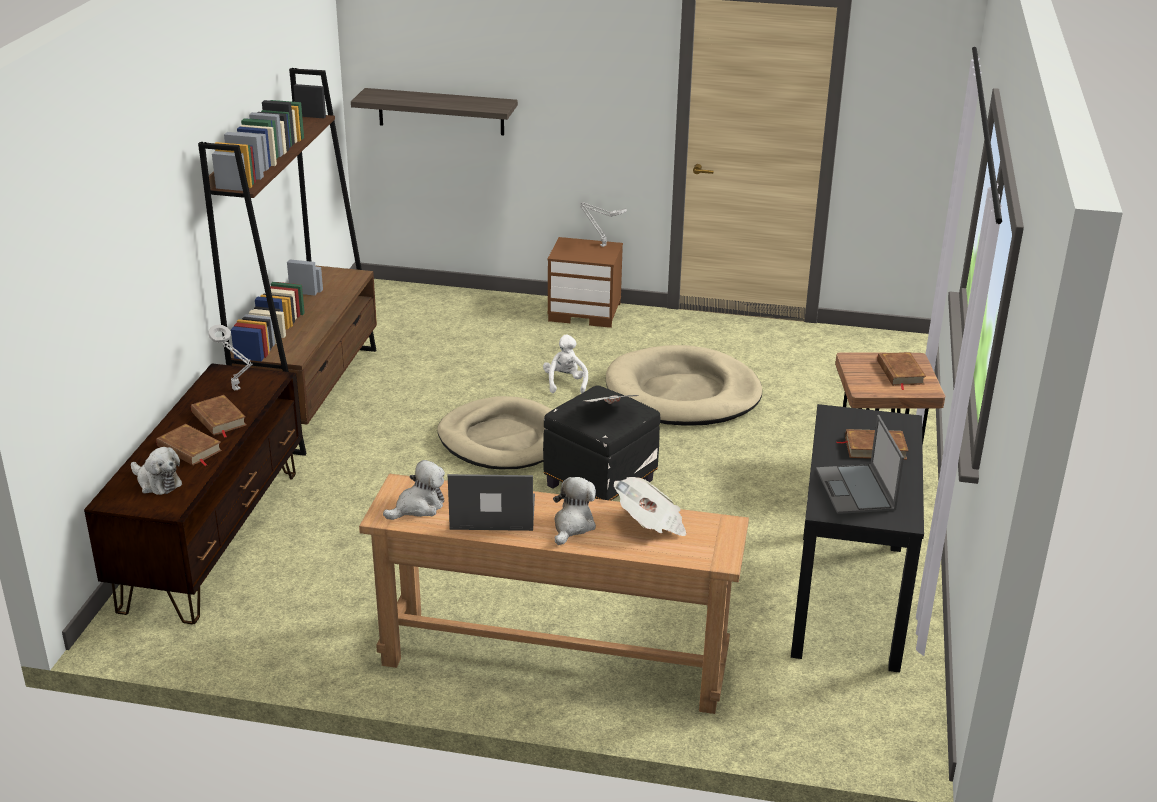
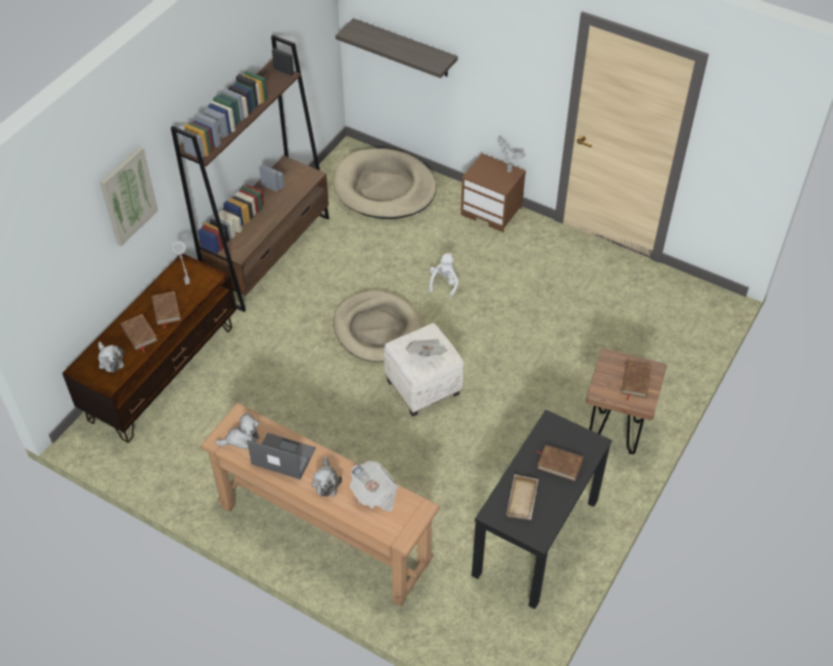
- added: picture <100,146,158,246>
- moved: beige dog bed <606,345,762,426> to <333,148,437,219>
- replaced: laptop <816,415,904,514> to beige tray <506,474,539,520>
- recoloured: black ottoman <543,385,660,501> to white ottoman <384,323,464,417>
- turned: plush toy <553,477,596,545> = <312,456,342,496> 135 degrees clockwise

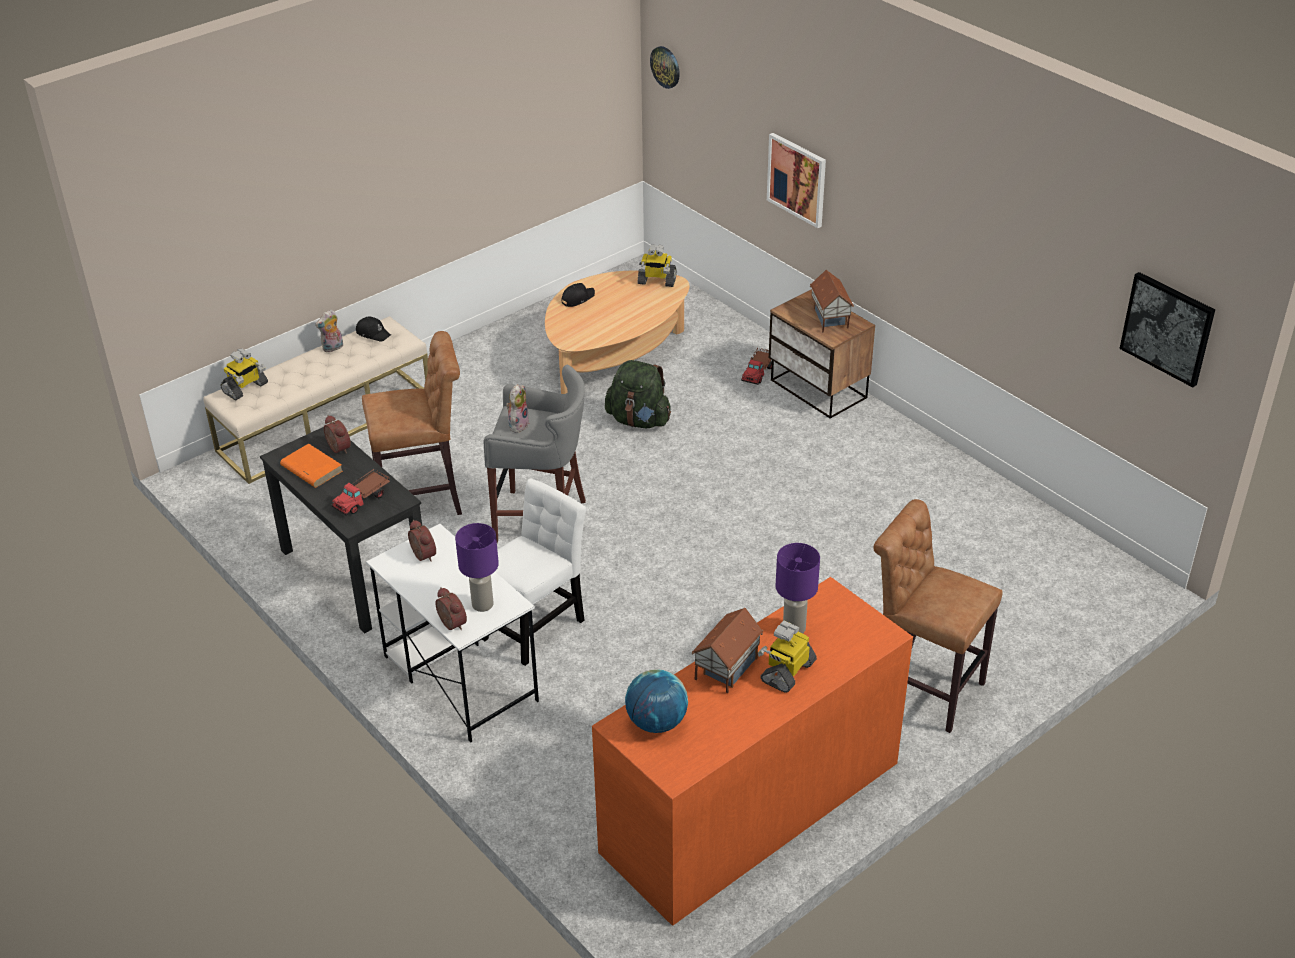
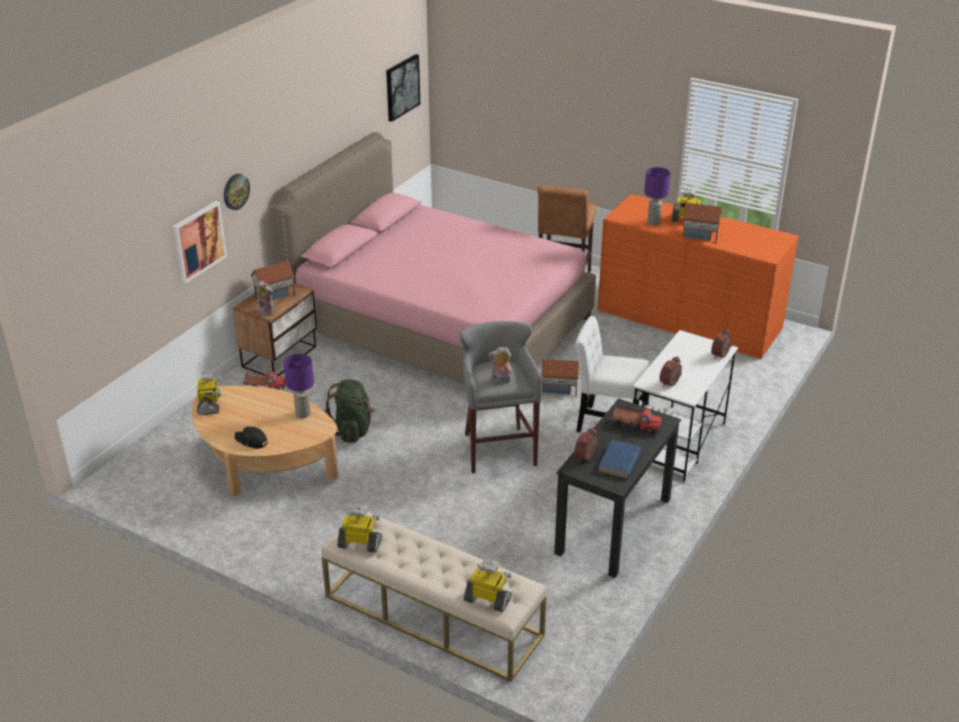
- removed: brown stool <362,331,462,515>
- removed: globe <625,669,688,733>
- added: pink bed <272,132,596,383>
- added: toy house <541,359,579,396>
- moved: plush toy <315,309,343,353> to <257,281,274,316>
- moved: purple table lamp <455,523,499,612> to <284,354,314,418>
- moved: wall clock <650,46,680,89> to <224,174,250,210>
- replaced: black cap <356,316,391,342> to toy robot <337,504,382,553>
- recoloured: orange book <280,443,343,488> to blue book <598,440,642,479>

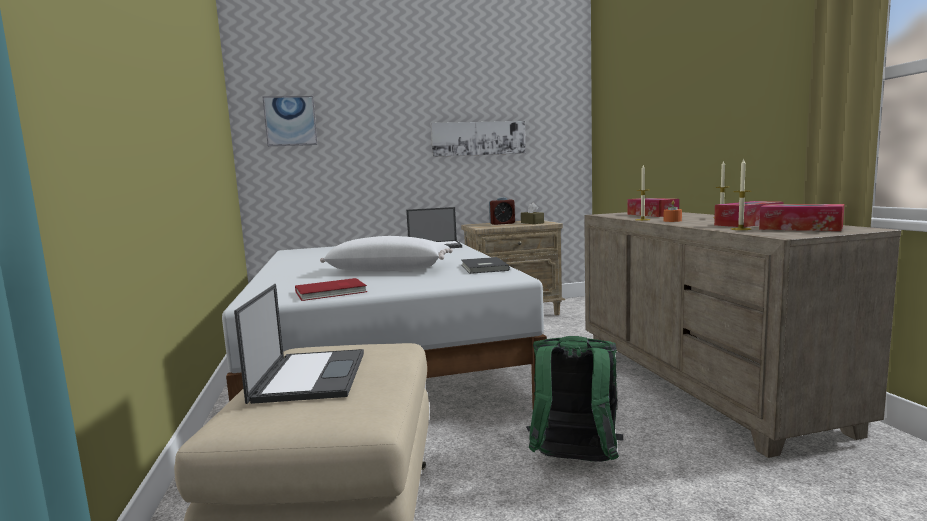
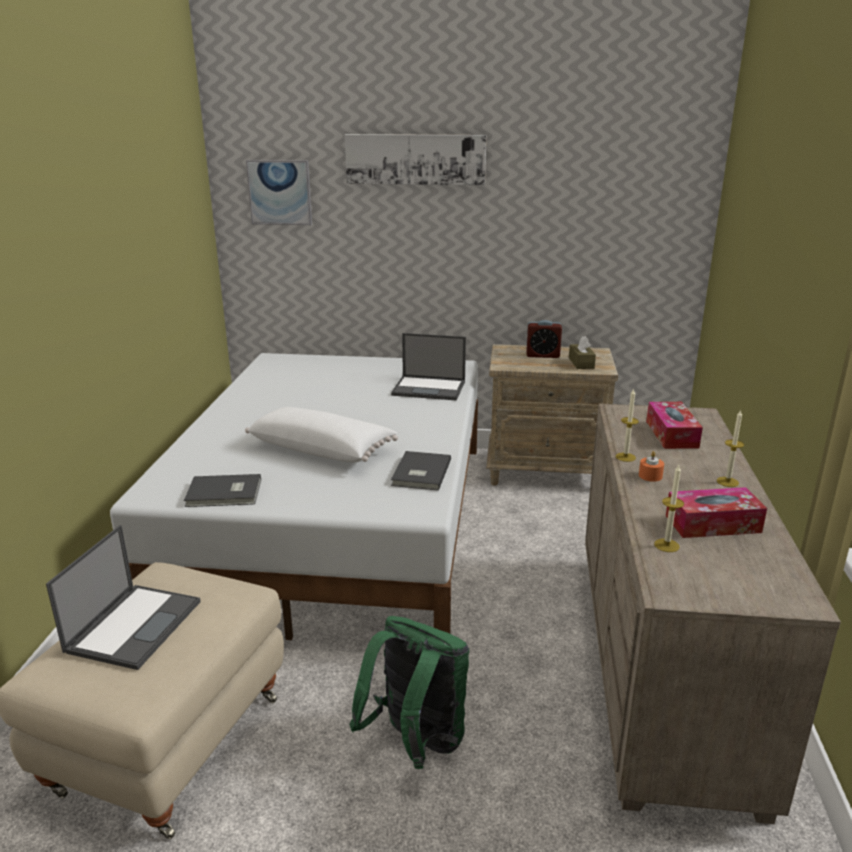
- removed: tissue box <759,204,844,231>
- moved: picture <431,121,526,157> to <345,134,486,185>
- recoloured: red book <295,278,367,301> to grey book <184,474,261,507>

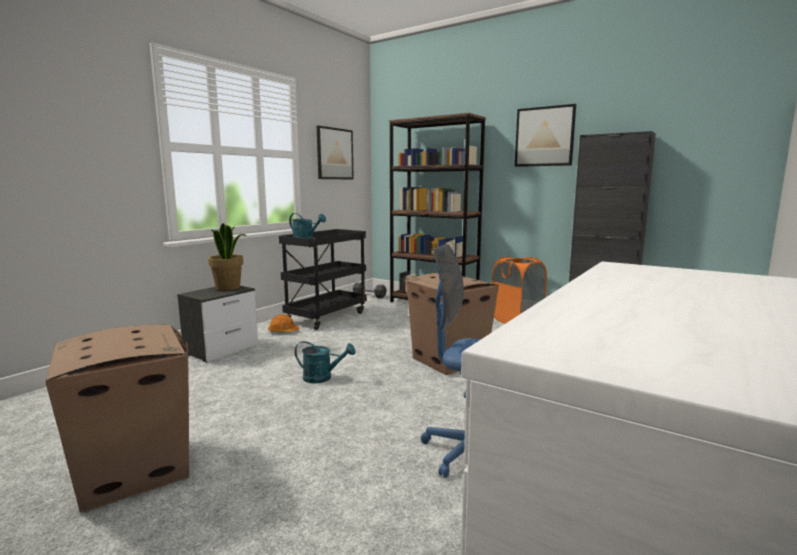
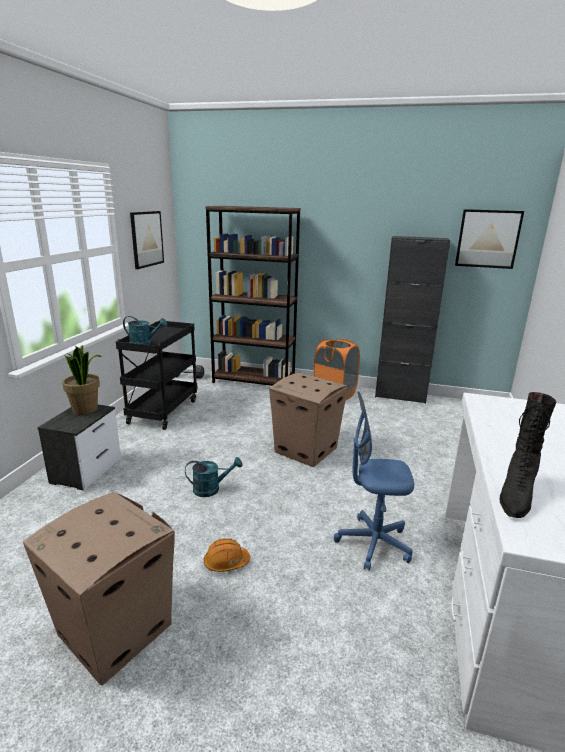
- added: black boot <500,392,557,518>
- moved: orange hard hat <268,314,299,332> to <204,538,250,572>
- moved: picture <515,104,576,167> to <455,209,524,269>

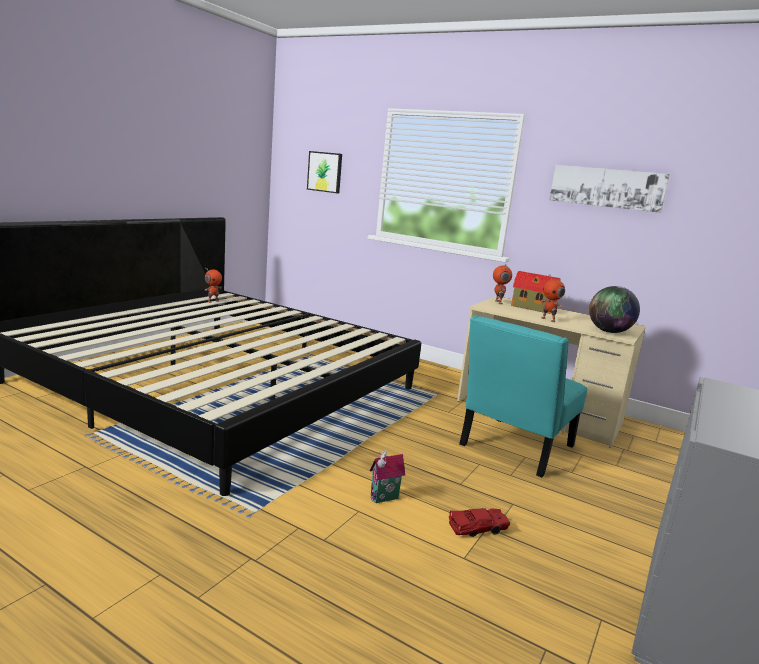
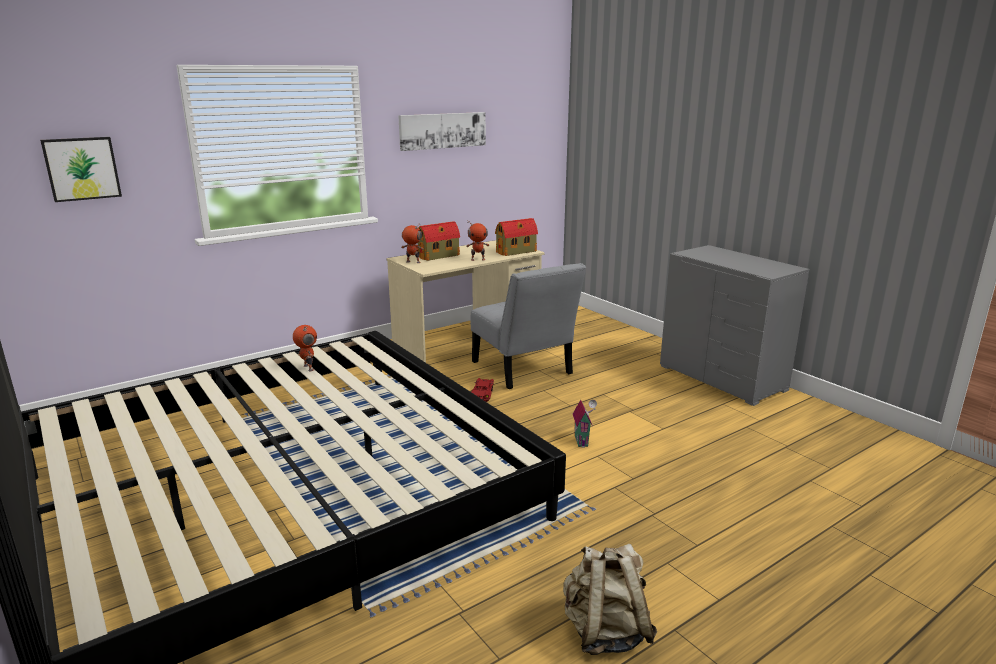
- added: beige backpack <563,544,657,655>
- moved: toy robot <205,268,222,303> to <293,325,317,371>
- moved: red toy car <449,508,510,537> to <471,378,494,402>
- replaced: globe <589,286,640,333> to toy house <495,218,538,256>
- recoloured: turquoise chair <459,315,587,477> to grey chair <471,263,586,389>

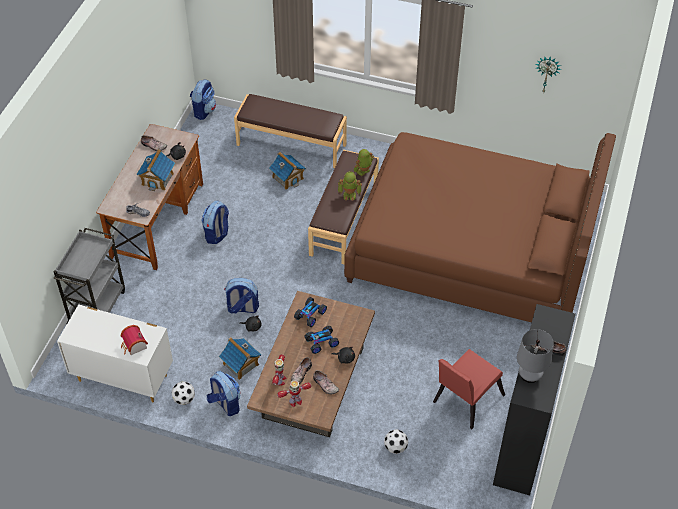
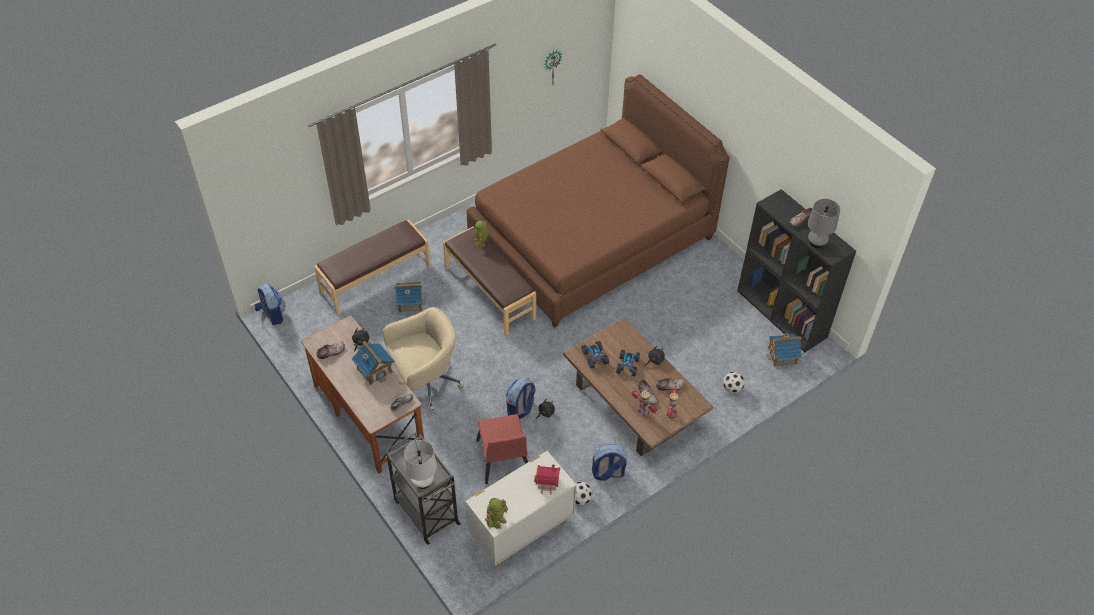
- added: white table lamp <404,440,437,489>
- moved: toy house <219,337,262,380> to <767,333,802,367>
- moved: toy robot <338,171,362,201> to <485,498,508,529>
- moved: red chair <433,349,505,429> to <476,414,528,484>
- replaced: backpack <202,201,229,244> to beige office chair <383,307,464,411>

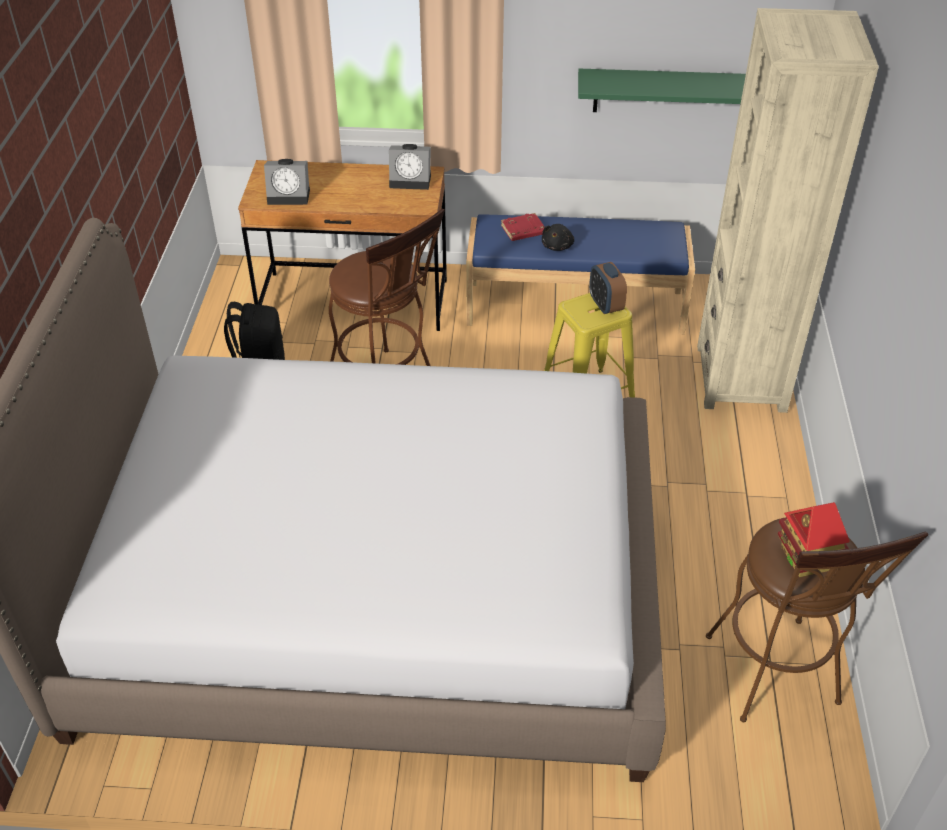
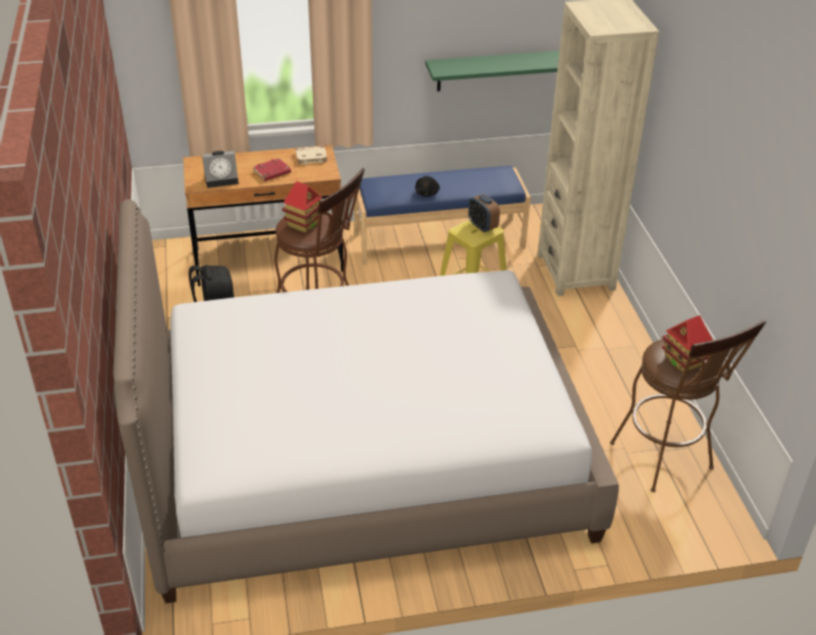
- added: toy house <282,181,323,233>
- moved: red book <501,213,545,241> to <253,158,291,181>
- replaced: alarm clock <389,144,431,190> to beige book <295,146,327,164>

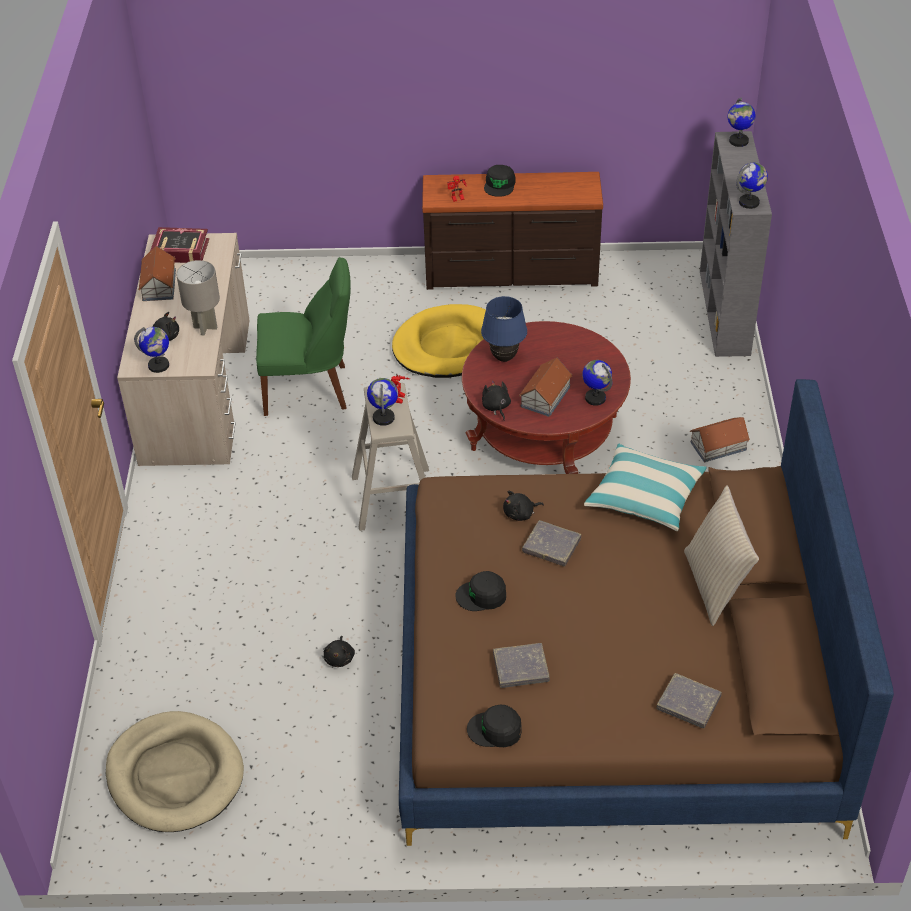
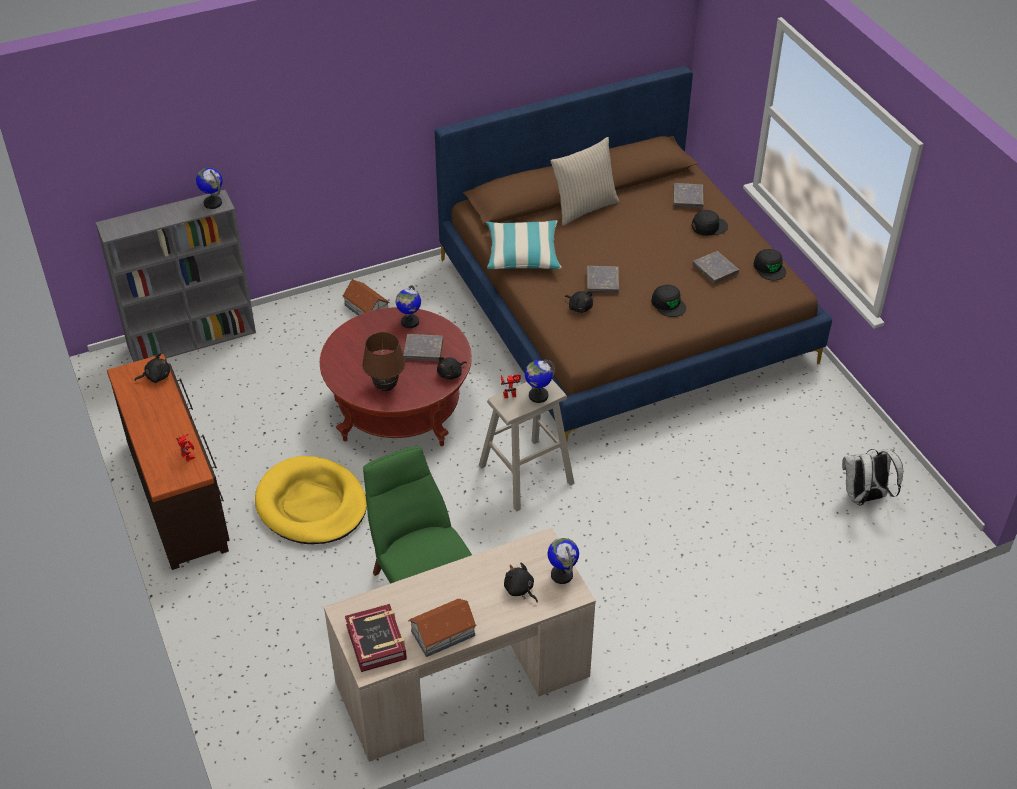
- removed: grey table lamp <176,260,220,336>
- removed: globe <728,98,756,147>
- moved: black plush toy <324,636,355,667> to <135,353,170,383>
- moved: black cap <484,165,516,197> to <692,210,728,236>
- replaced: beige dog bed <106,711,244,832> to white backpack <842,447,903,505>
- replaced: toy house <519,358,573,417> to grey book <403,334,443,361>
- recoloured: blue table lamp <481,296,527,362> to brown table lamp <362,332,406,391>

